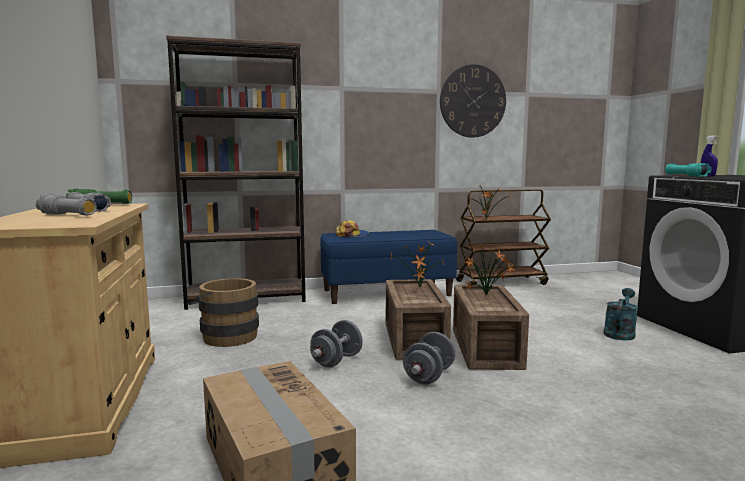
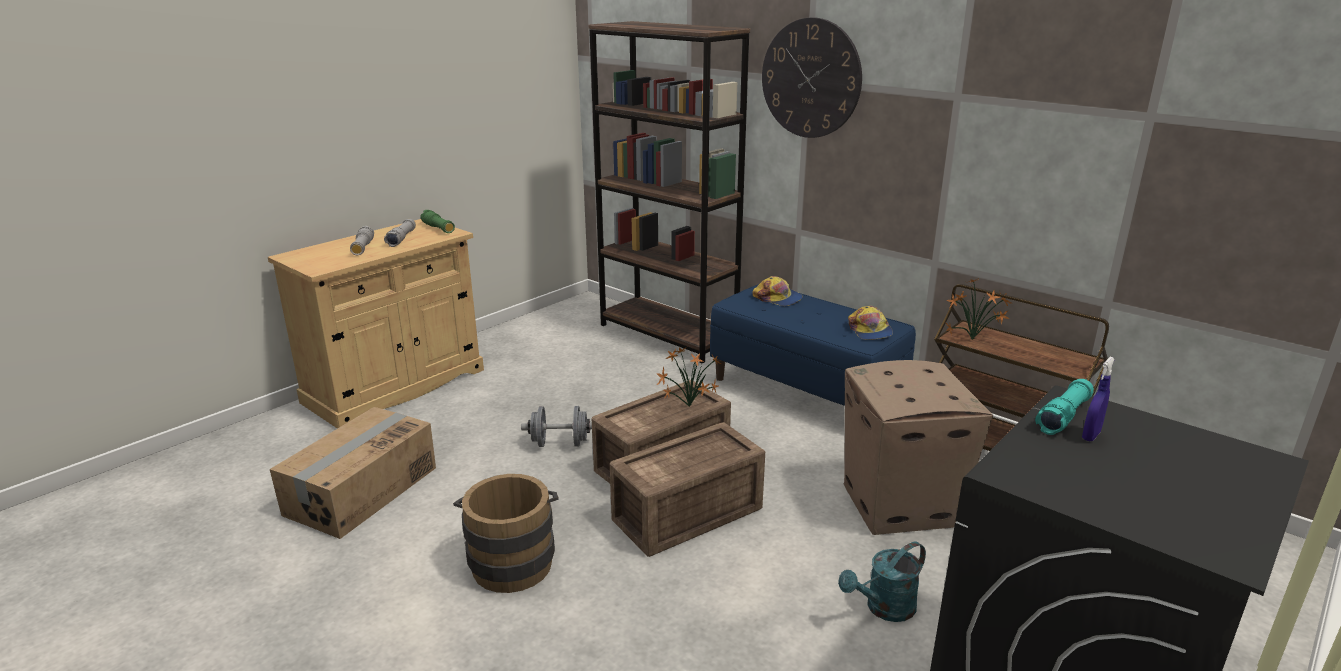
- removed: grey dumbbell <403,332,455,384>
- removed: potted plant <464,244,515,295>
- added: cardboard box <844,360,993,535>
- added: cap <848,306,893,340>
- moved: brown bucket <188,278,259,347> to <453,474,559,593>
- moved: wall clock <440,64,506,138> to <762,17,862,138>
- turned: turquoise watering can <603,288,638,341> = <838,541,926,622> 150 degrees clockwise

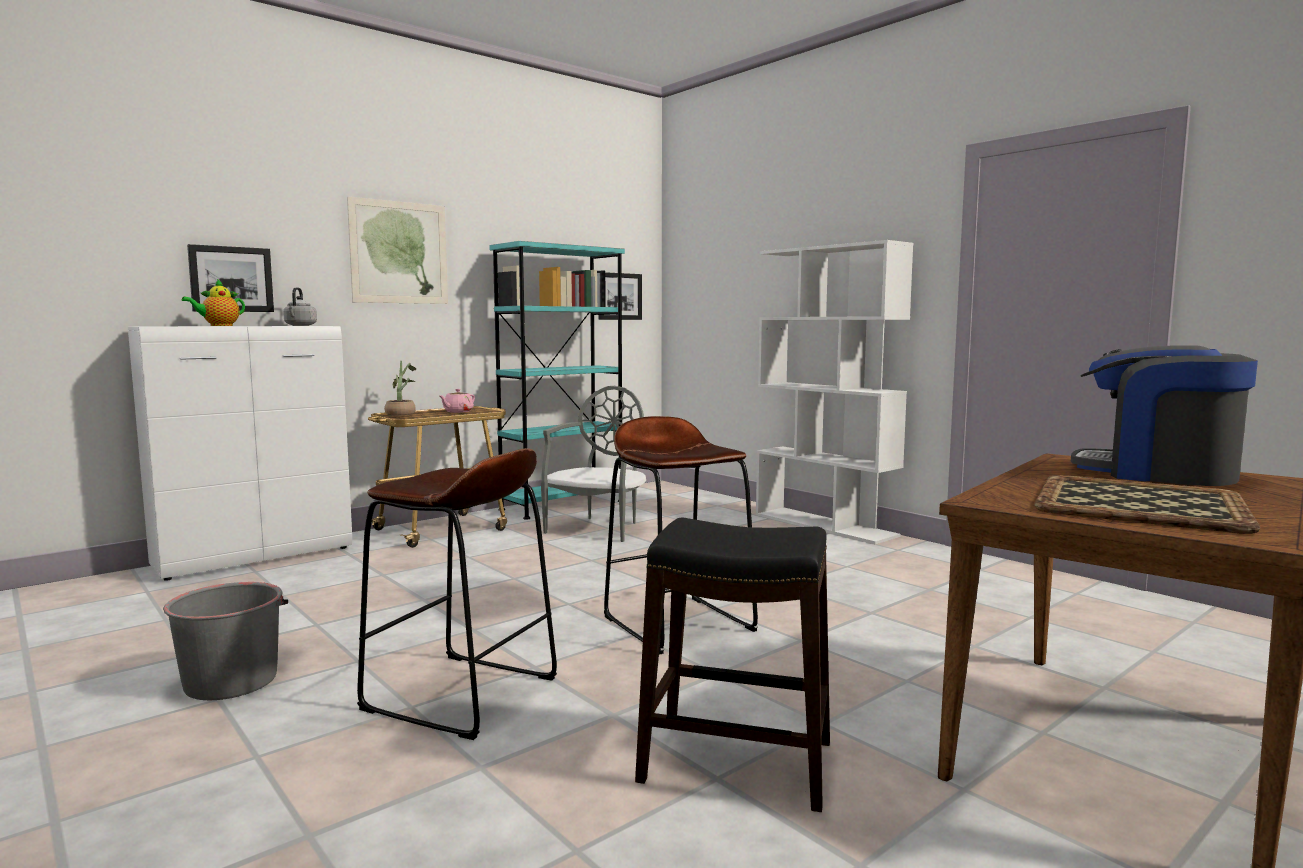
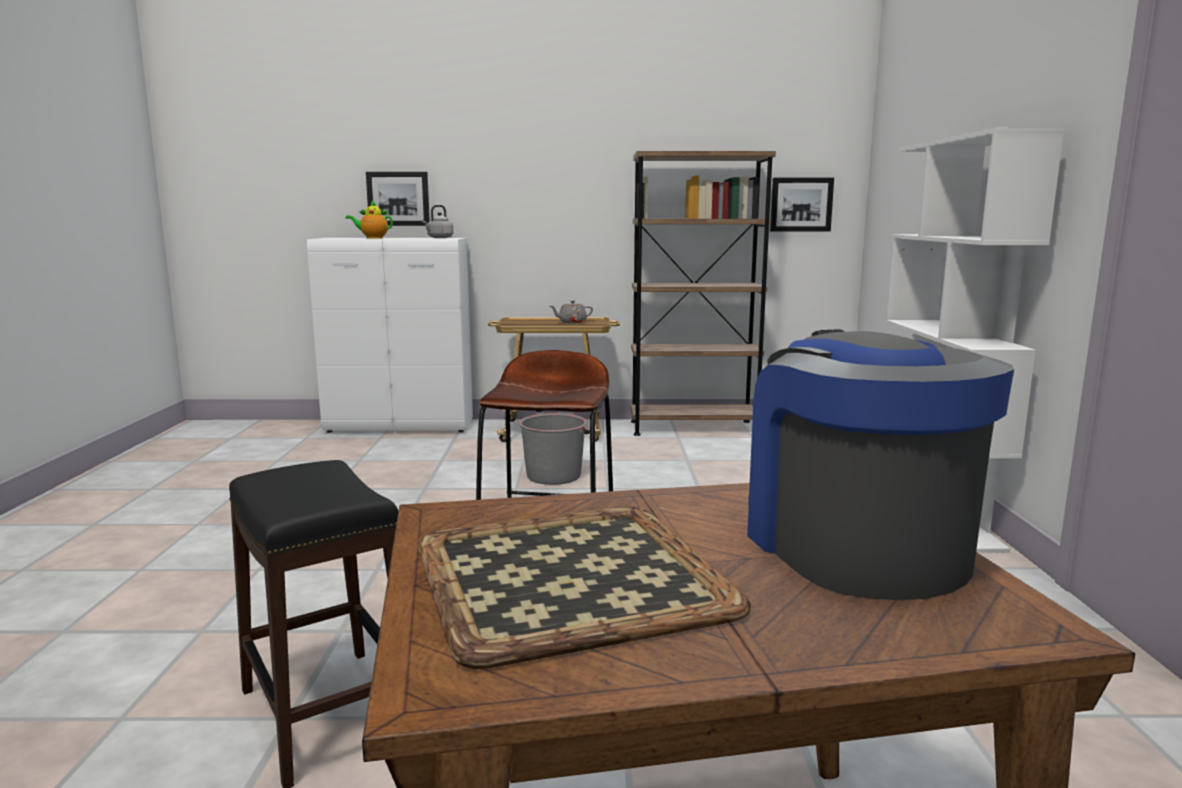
- removed: picture <347,196,448,304>
- removed: brown stool <357,448,557,740>
- removed: potted plant <384,361,416,416>
- removed: grey chair <541,386,646,542>
- moved: grey bucket <163,582,288,700> to <519,413,590,485>
- recoloured: pink teapot <440,389,475,413> to grey teapot <550,300,593,324>
- recoloured: turquoise bookcase <489,241,625,520> to brown bookcase <631,151,776,436>

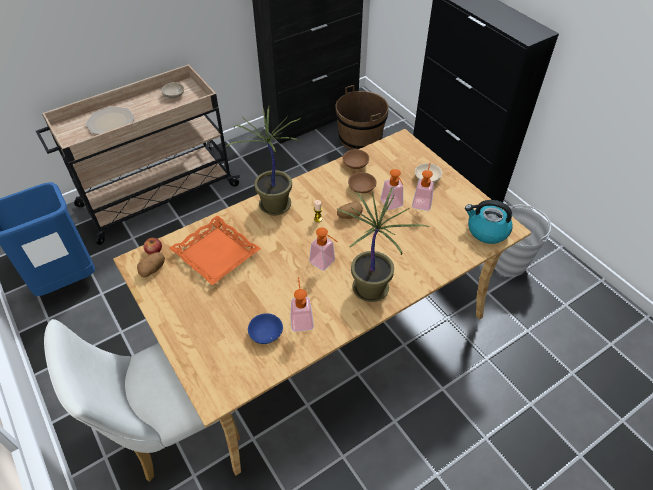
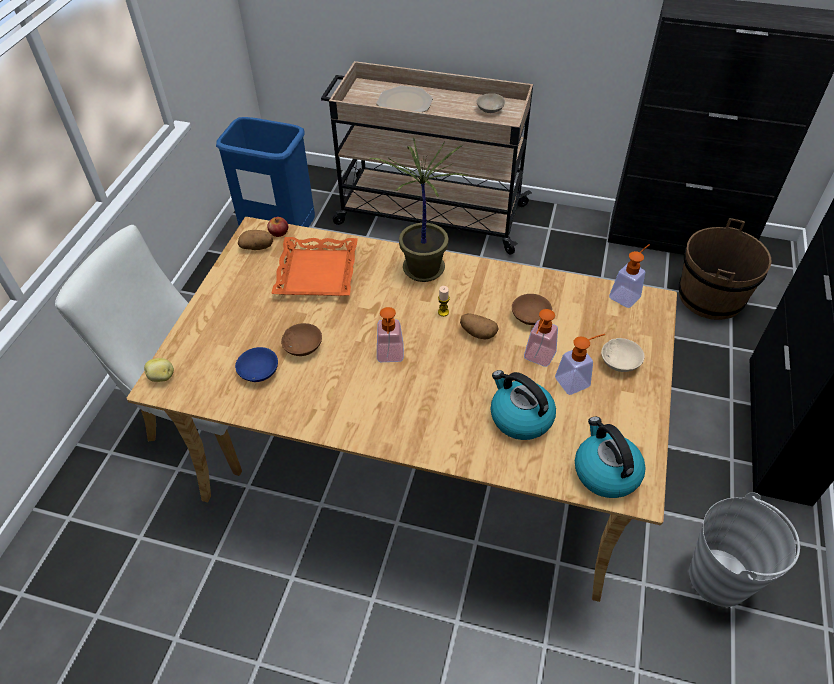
- removed: potted plant <336,187,430,302>
- added: potato <144,358,174,382>
- added: kettle <491,370,556,440>
- moved: soap dispenser <290,277,314,332> to <609,244,650,308>
- moved: brown bowl <342,149,369,169> to <281,323,322,356>

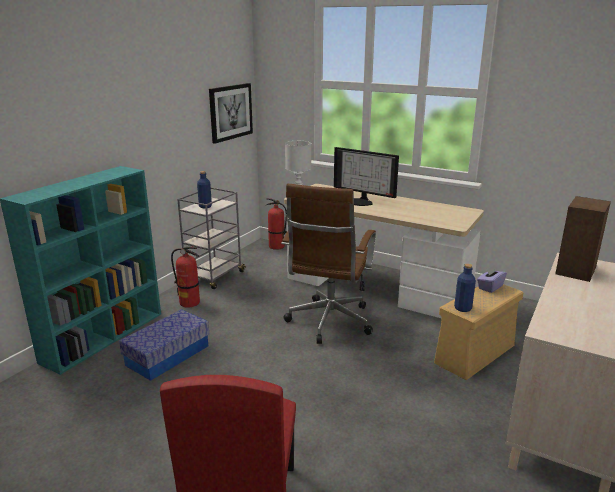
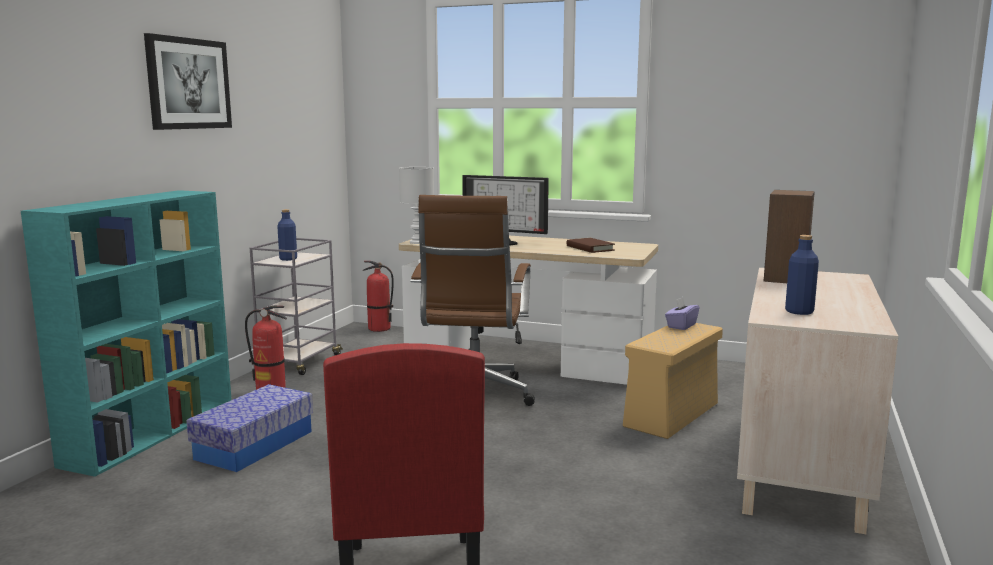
- added: brown book <566,238,615,253>
- moved: picture <209,83,253,144> to <144,33,232,130>
- moved: blue bottle <454,264,476,312> to <785,235,819,315>

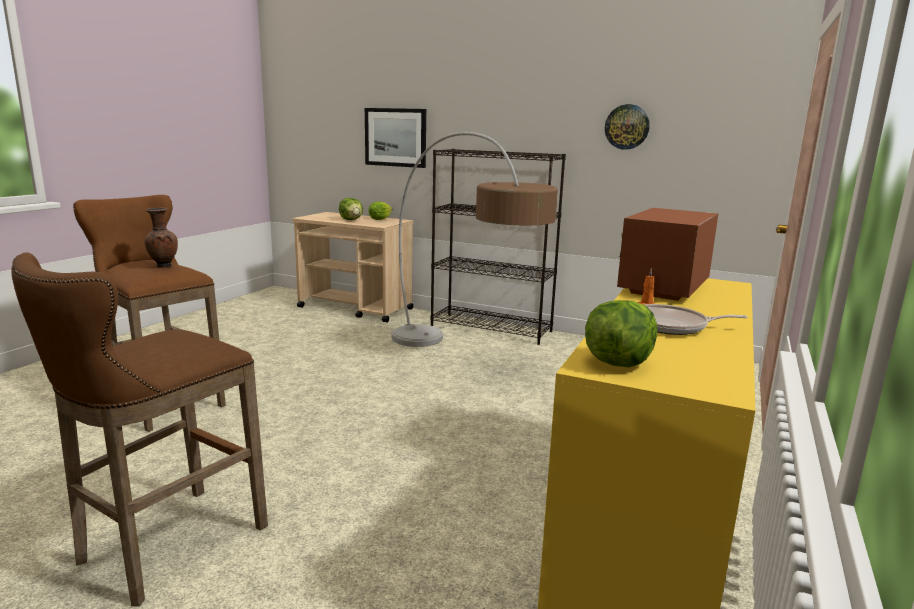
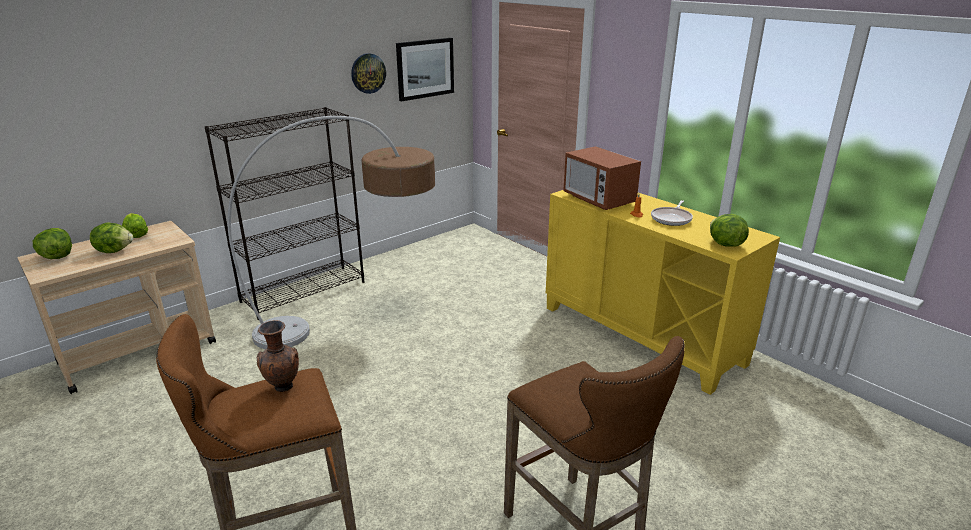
- added: lettuce <33,228,72,259>
- moved: picture <365,108,426,168> to <396,38,454,101>

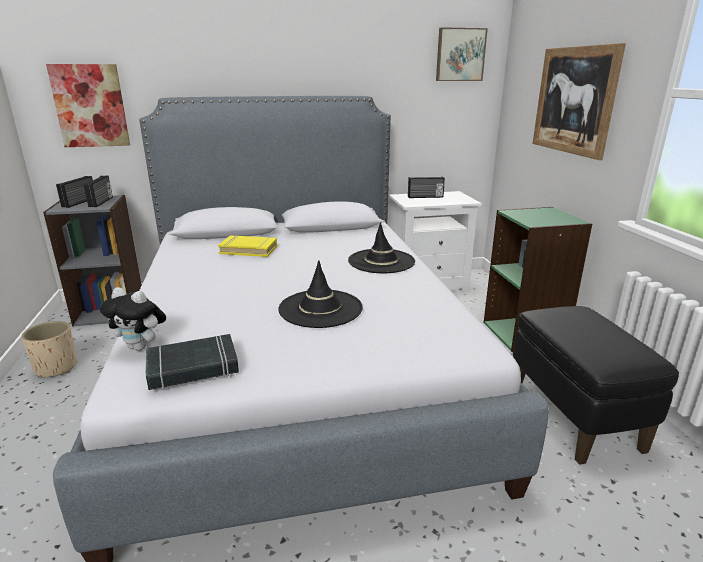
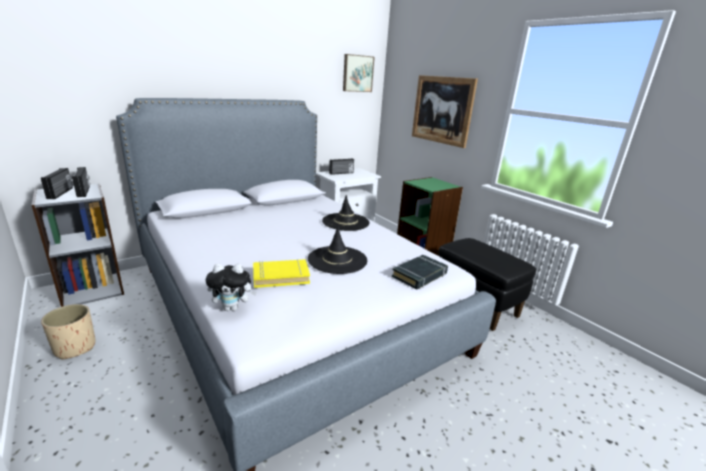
- removed: picture <46,64,130,147>
- moved: black book <146,334,239,390> to <392,255,448,289>
- moved: yellow book <218,235,277,257> to <253,259,310,288>

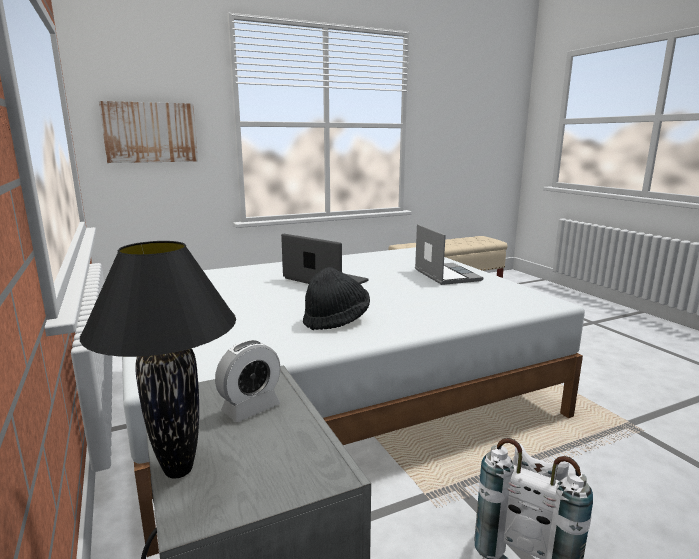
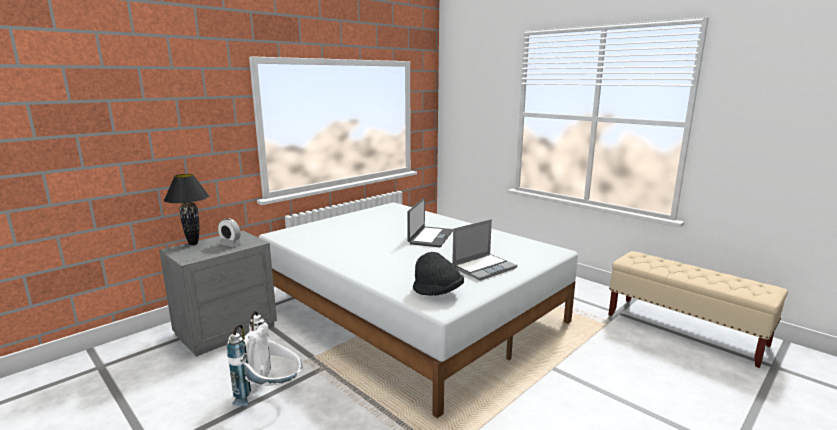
- removed: picture <99,101,198,163>
- moved: black hat <303,267,370,330> to <413,252,464,296>

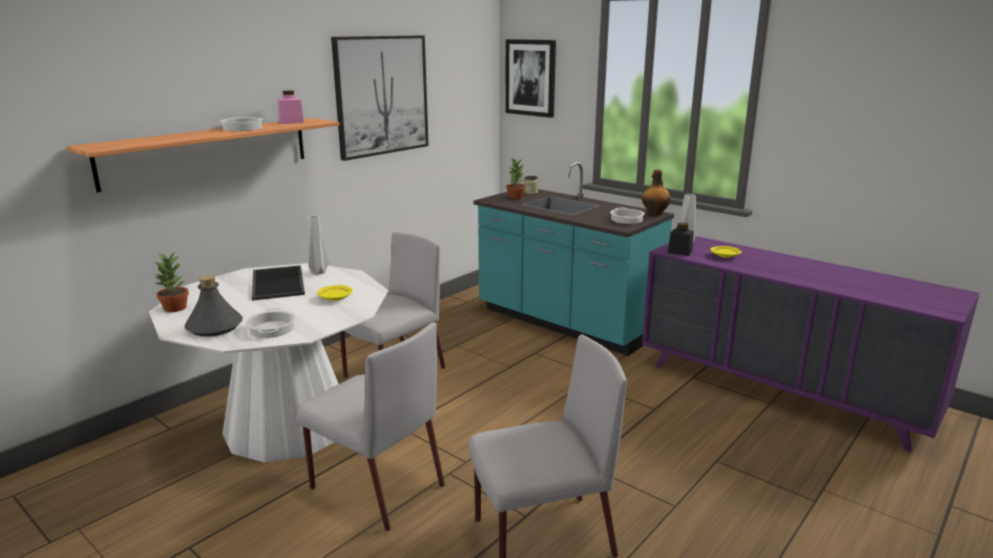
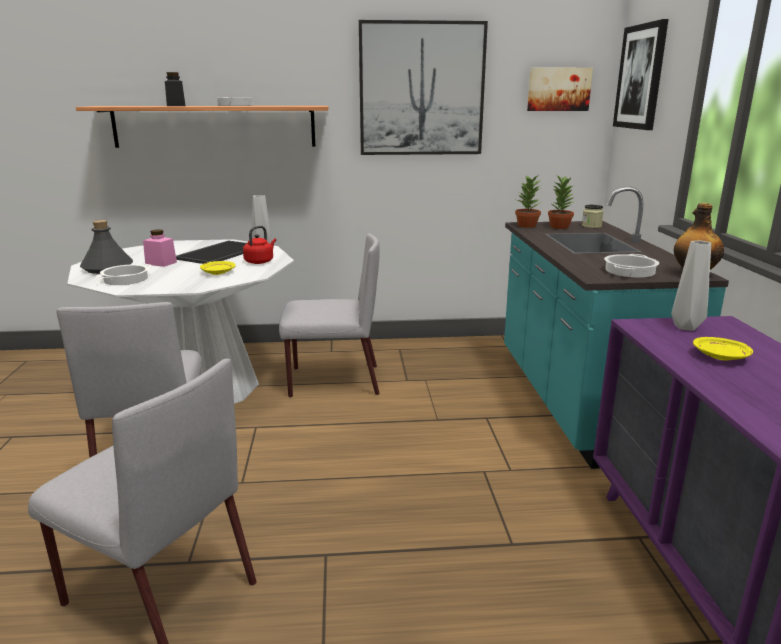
- added: red kettle <243,226,276,264>
- added: picture <527,67,593,111>
- moved: potted plant <154,253,189,312> to <515,175,541,228>
- moved: pink jar <278,91,304,124> to <143,229,177,267>
- moved: black jar <668,223,694,256> to <165,72,185,106>

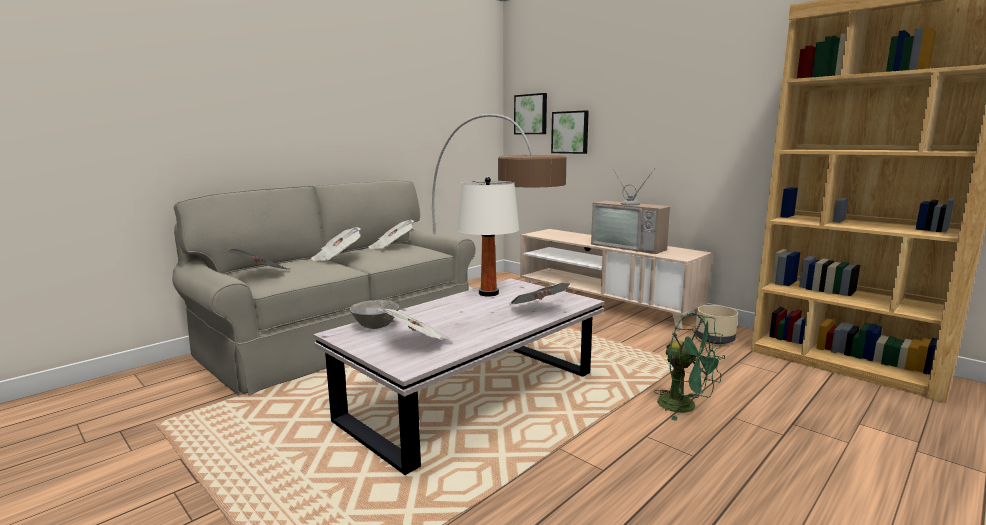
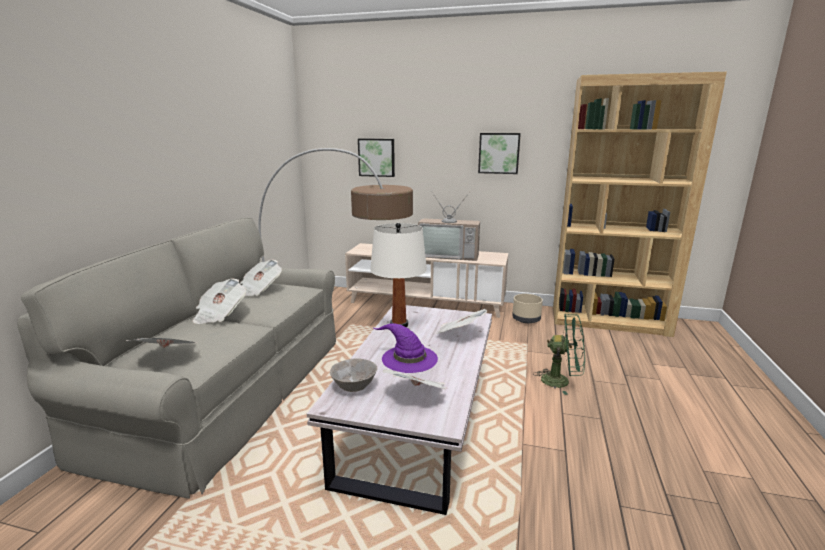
- added: purple hat <374,323,438,373>
- moved: picture <514,93,547,135> to <478,133,521,174>

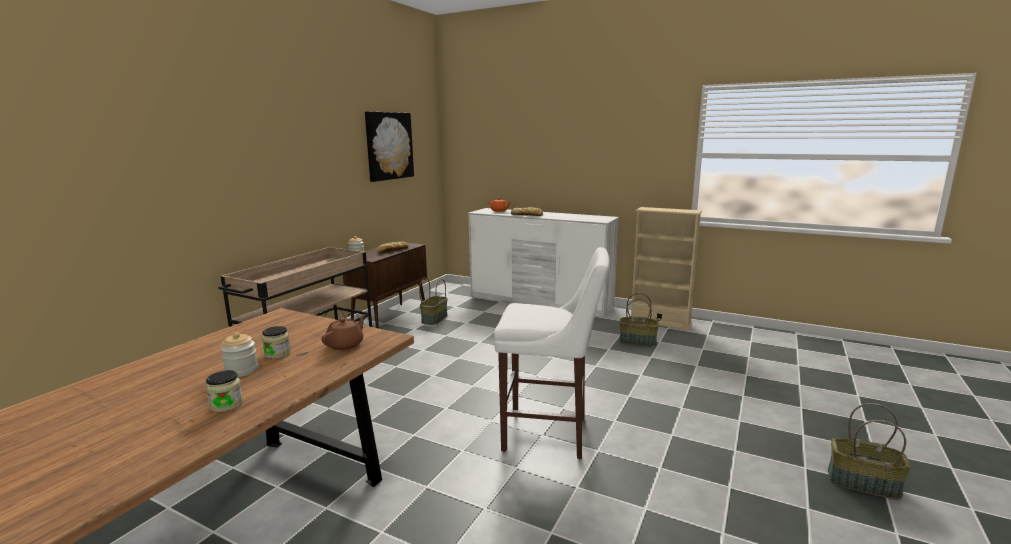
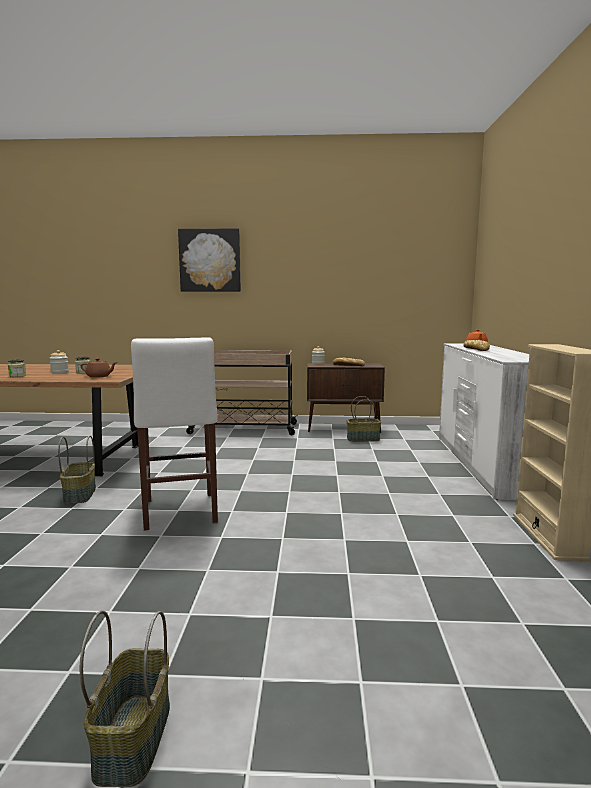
- moved: picture <365,111,414,182> to <178,228,241,292>
- moved: basket <619,293,659,347> to <58,436,96,504>

